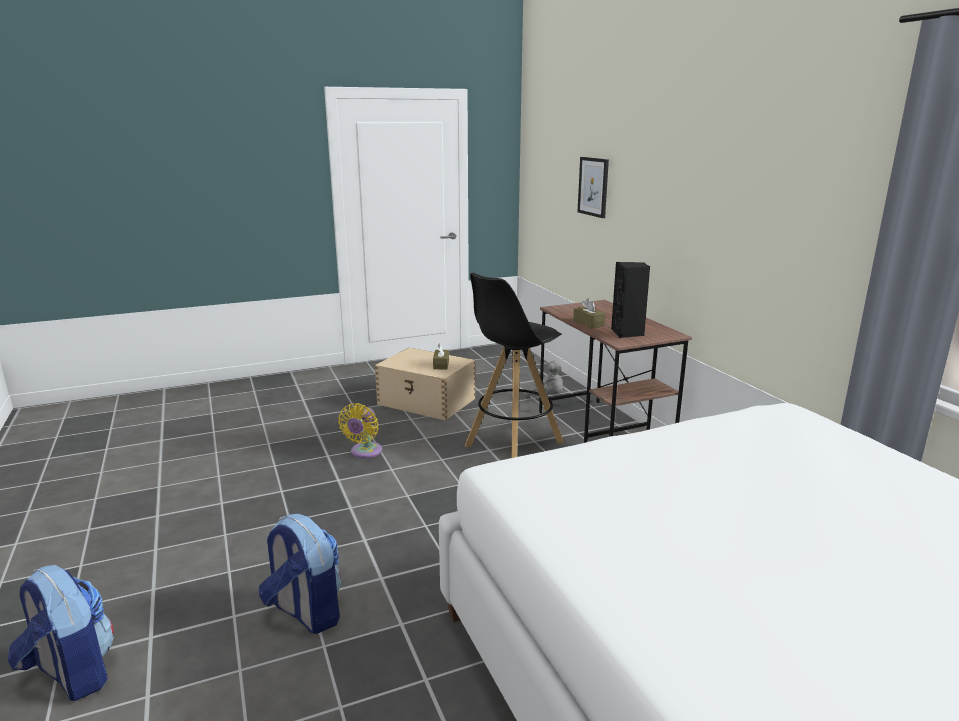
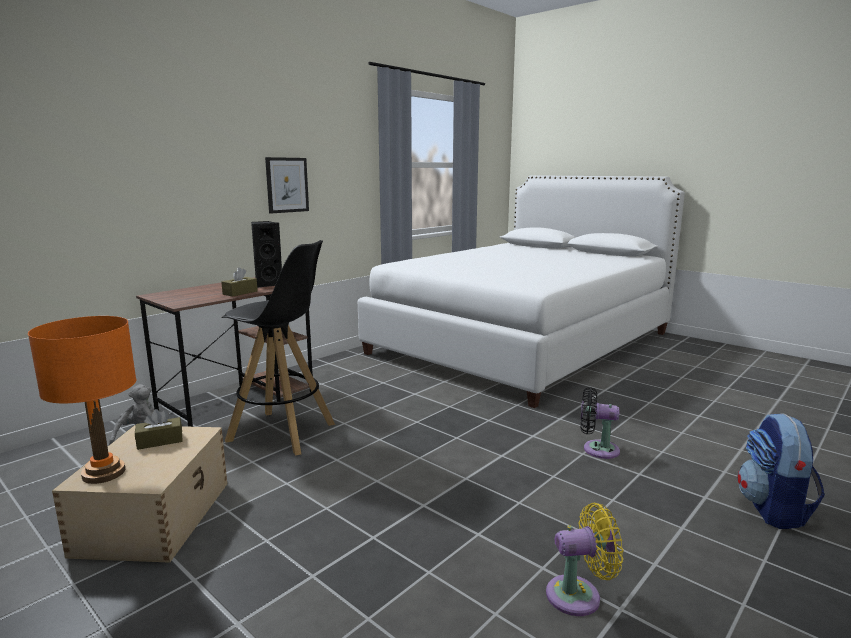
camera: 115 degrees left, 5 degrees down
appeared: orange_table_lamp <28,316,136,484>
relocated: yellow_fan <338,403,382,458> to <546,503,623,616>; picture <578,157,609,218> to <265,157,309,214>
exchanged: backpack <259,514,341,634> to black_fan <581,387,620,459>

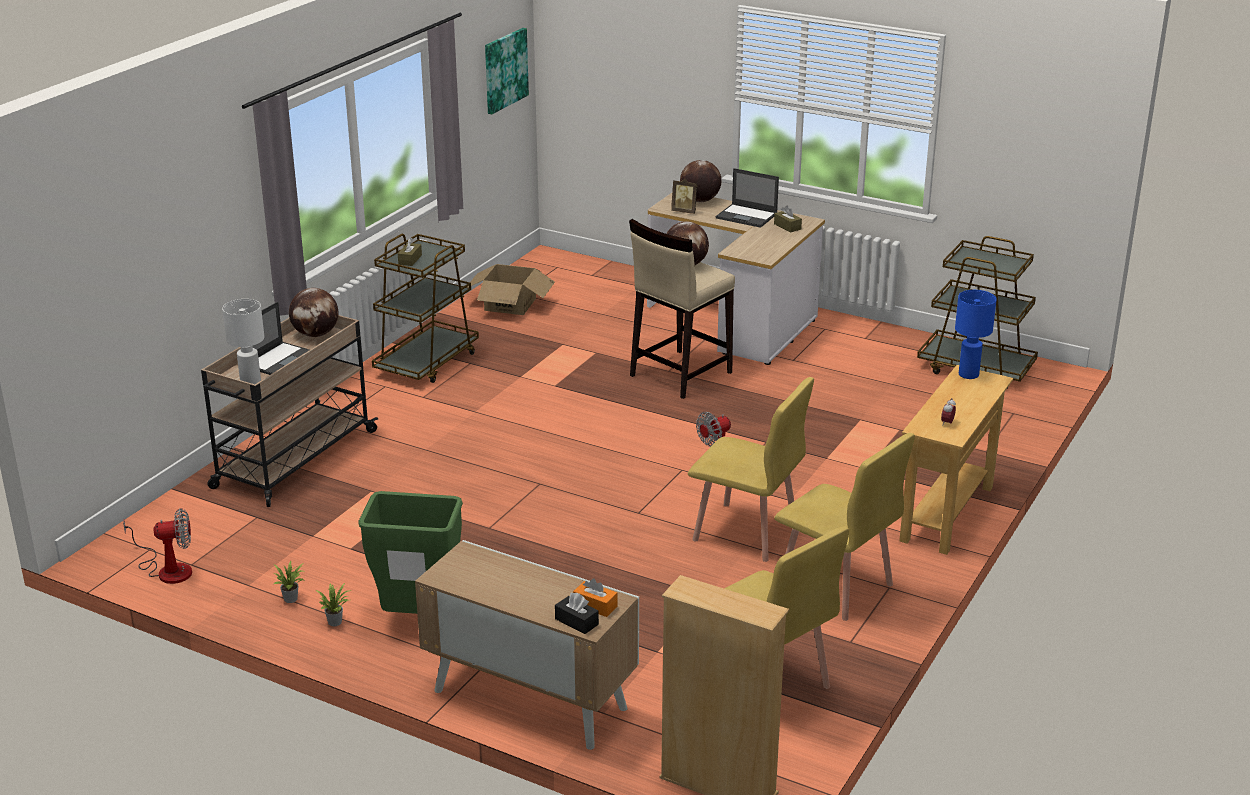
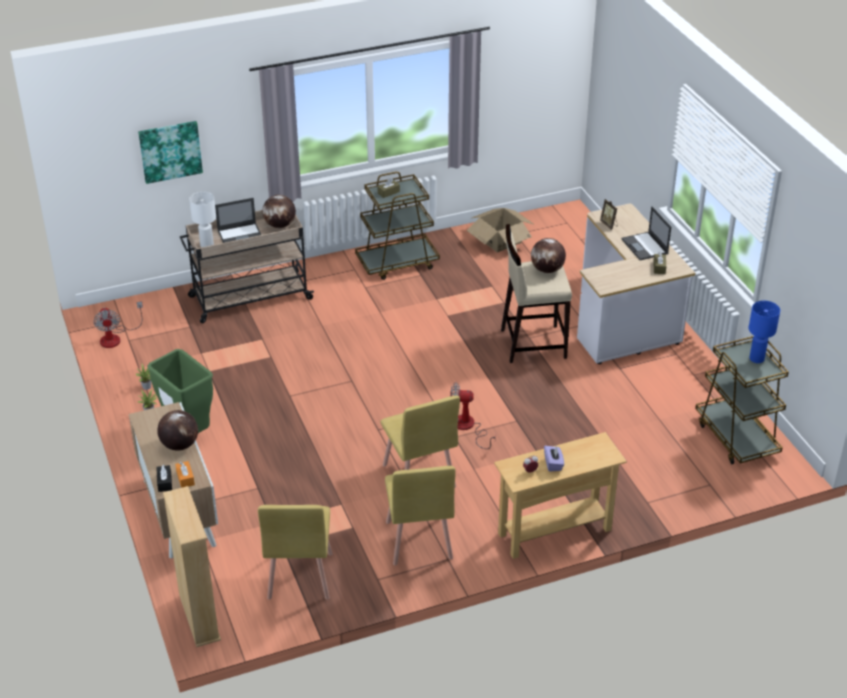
camera: 40 degrees right, 10 degrees up
appeared: purple_tissue_box <544,446,564,472>
relocated: picture <485,28,529,114> to <138,121,203,184>; globe <680,160,721,202> to <157,410,198,451>; blue_table_lamp <955,290,997,379> to <749,301,780,363>
spun: fan <123,508,192,584> = <94,301,143,348> 45 degrees clockwise

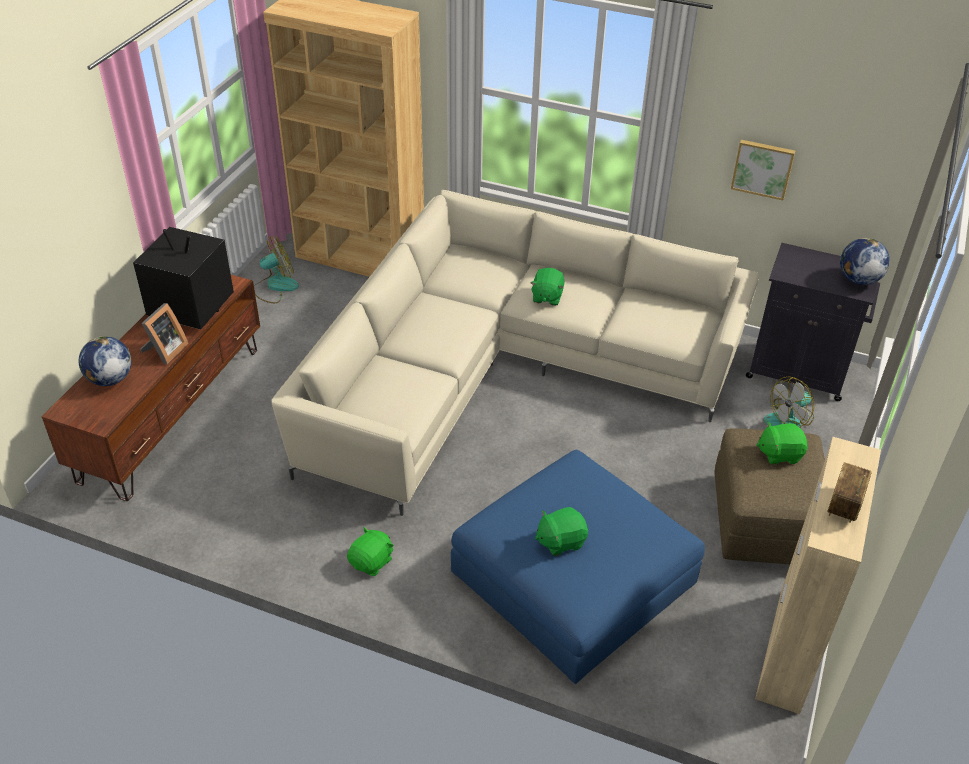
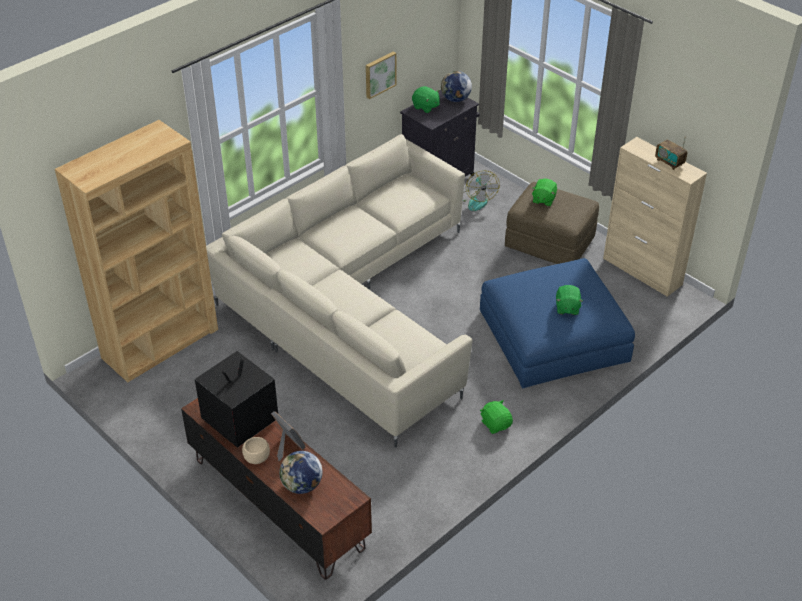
camera: 65 degrees left, 0 degrees up
missing: fan <254,236,299,303>
appeared: beige_bowl <242,437,270,464>
relocated: green_plush_toy <530,268,564,306> to <412,86,440,113>

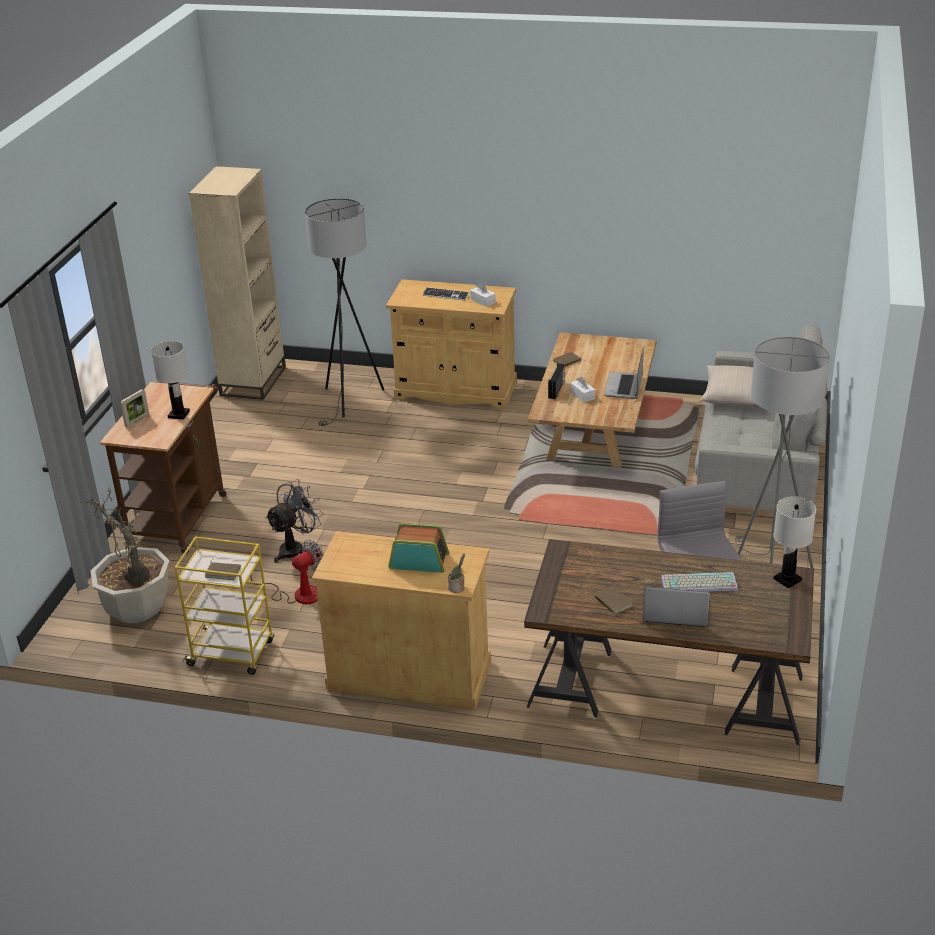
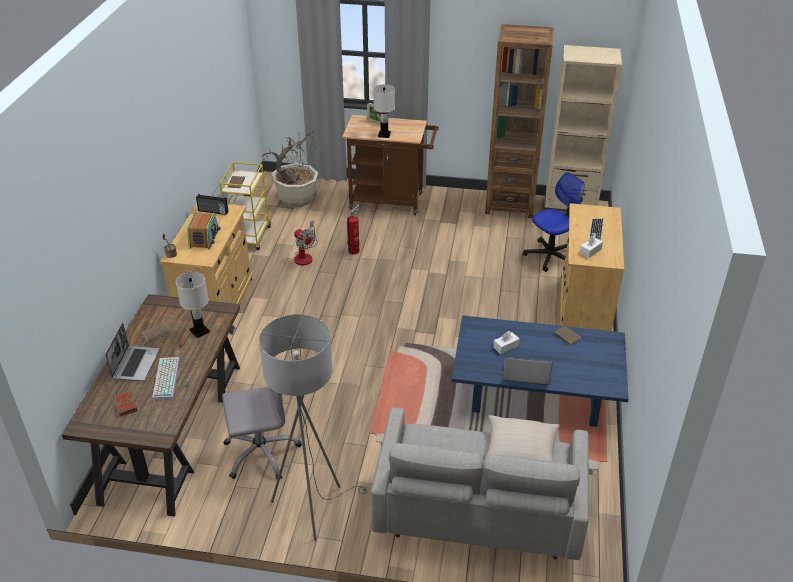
camera: 85 degrees right, 5 degrees up
appeared: brown_book <114,391,137,417>; brown_bookcase <485,24,554,218>
relocated: radio <548,363,565,399> to <196,194,228,215>; white_table_lamp <773,496,816,588> to <176,271,210,338>
exchanged: grey_fan <265,479,324,563> to fire_extinguisher <347,205,360,254>; grey_floor_lamp <305,198,384,426> to office_chair <523,172,585,272>
colour: beige_coffee_table <528,332,657,468> to blue_coffee_table <452,315,628,427>

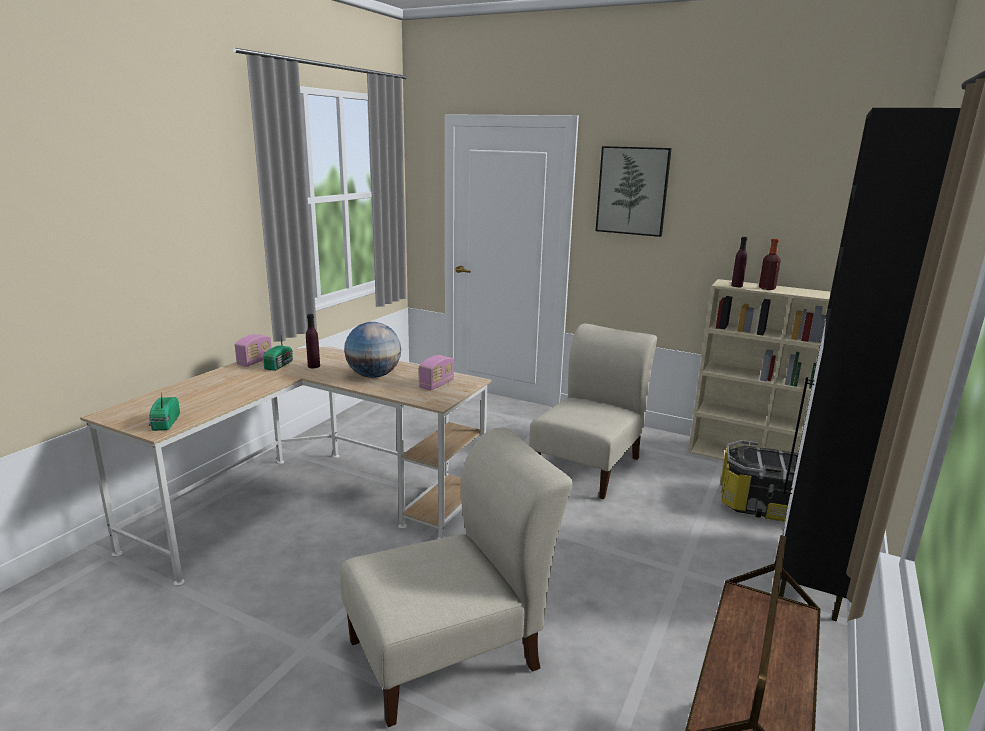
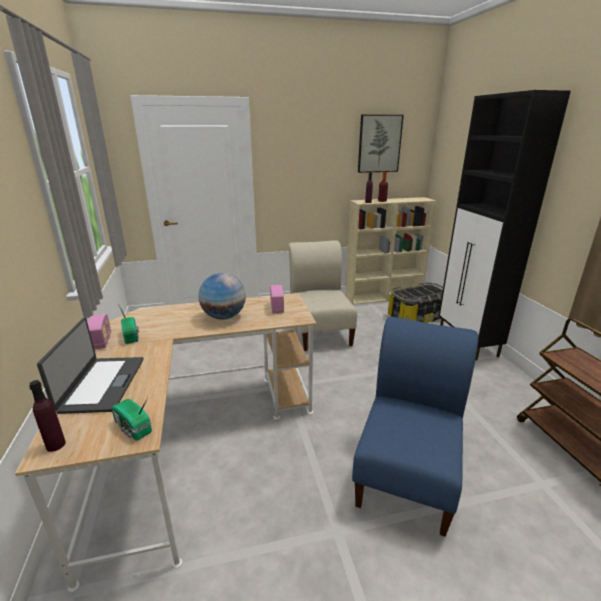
camera: 40 degrees left, 5 degrees up
appeared: laptop <37,317,144,414>
relocated: purple_bottle <306,314,320,368> to <29,380,66,452>; picture <596,146,672,237> to <358,114,404,173>
colour: beige_chair <340,427,573,727> to blue_chair <352,317,478,537>

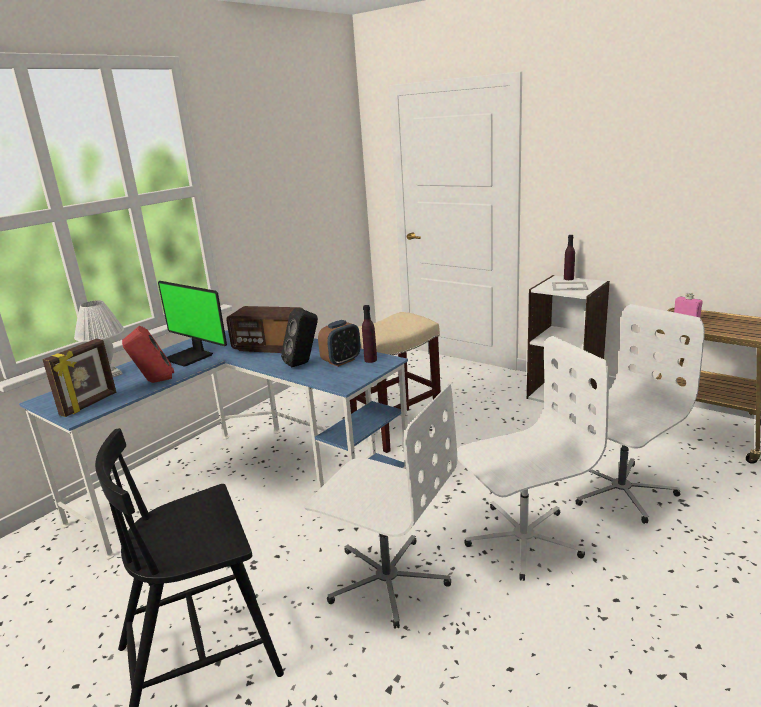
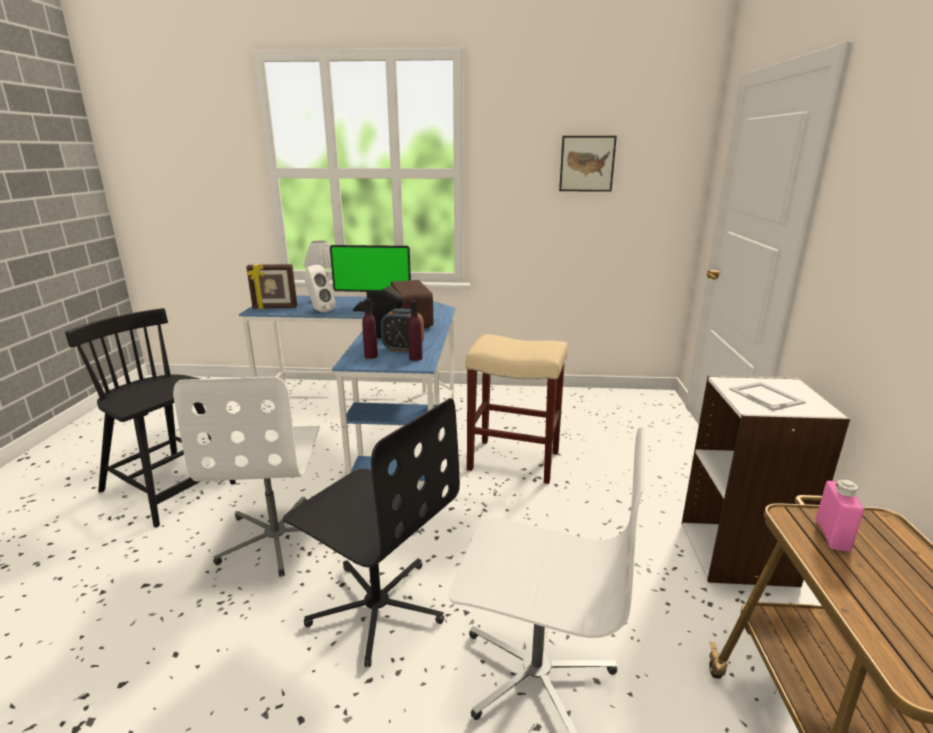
camera: 55 degrees right, 0 degrees up
appeared: picture <559,136,617,192>
relocated: purple_bottle <564,235,575,280> to <362,299,378,359>
colour: red_speaker <122,326,174,383> to white_speaker <303,265,336,312>; white_office_chair <457,336,609,581> to black_office_chair <283,398,460,667>
spun: monitor <158,281,227,367> = <330,245,411,311> 90 degrees counterclockwise

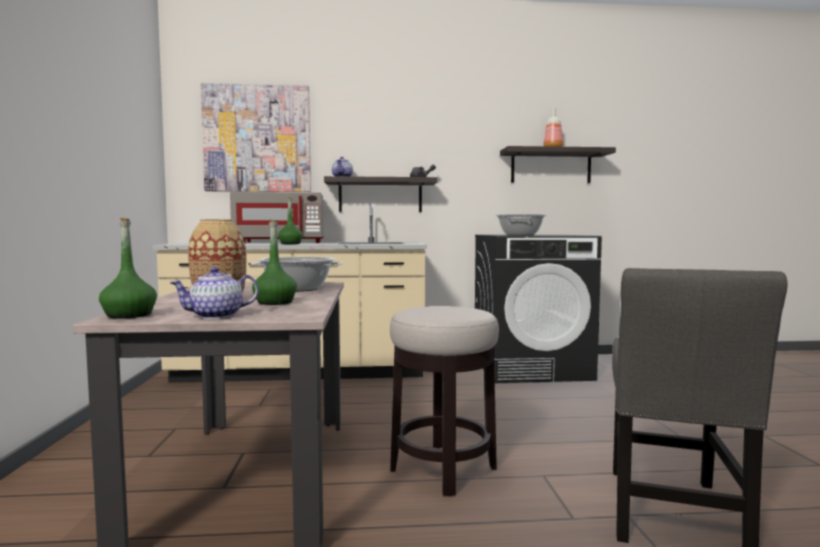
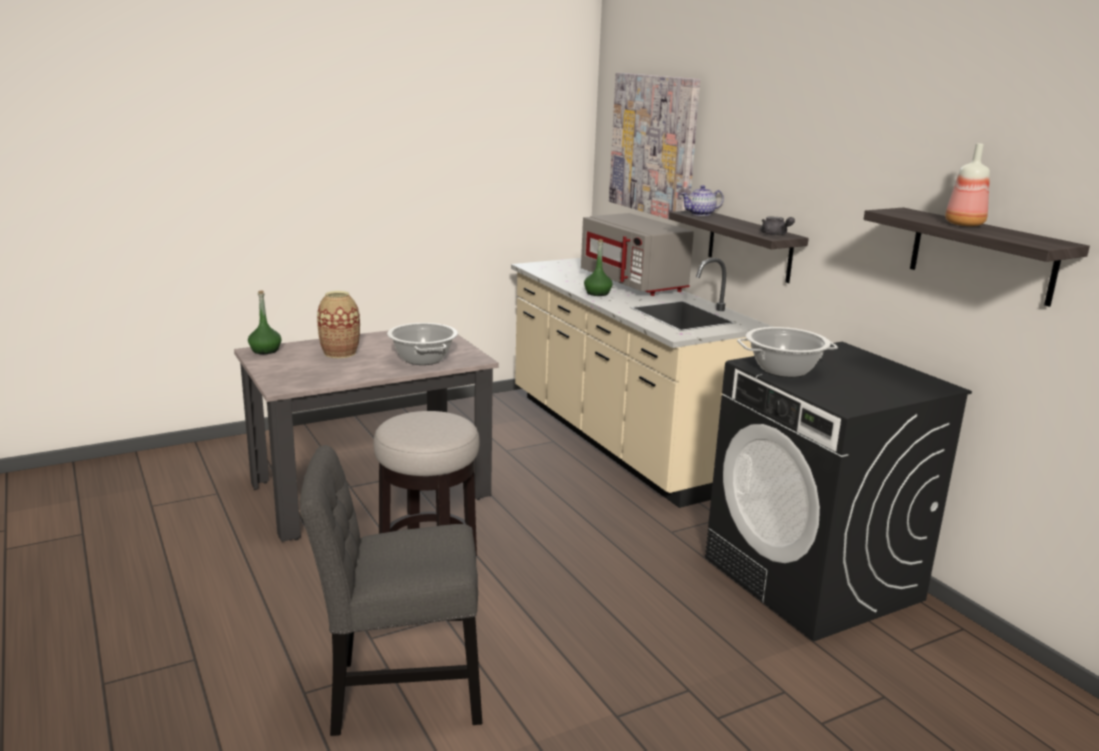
camera: 65 degrees right, 15 degrees up
missing: teapot <170,267,259,319>; green_bottle <252,219,297,305>

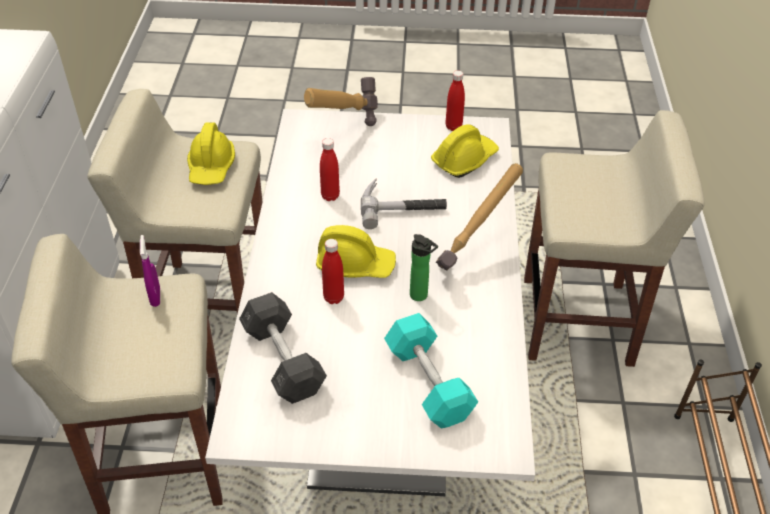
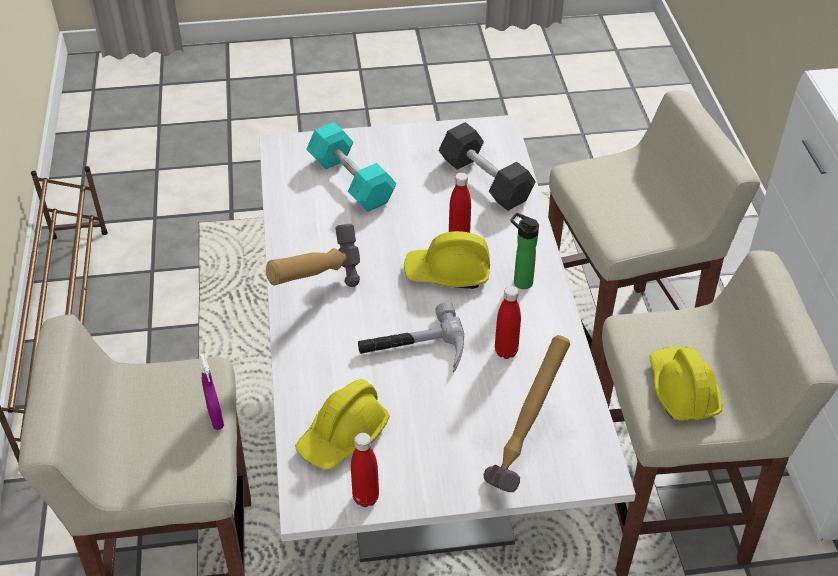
camera: 170 degrees right, 0 degrees up
relocated: purple_spray_bottle <140,235,160,307> to <199,353,224,430>; bottle <410,234,438,301> to <511,213,539,289>

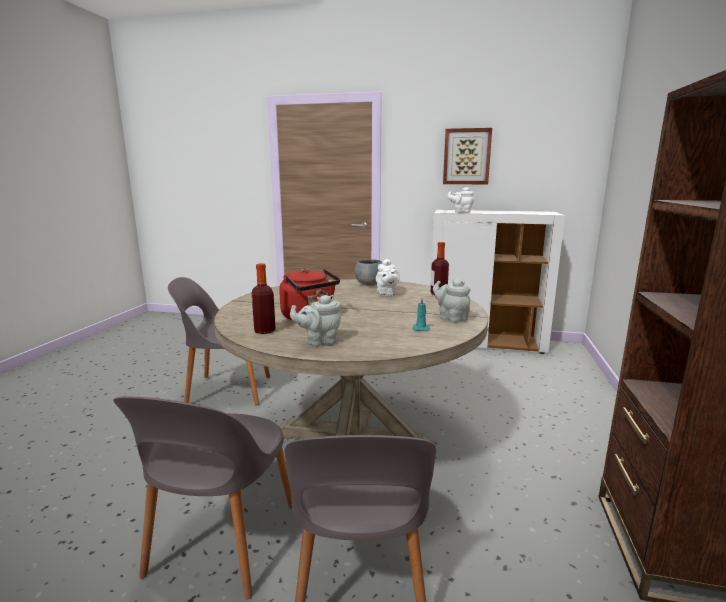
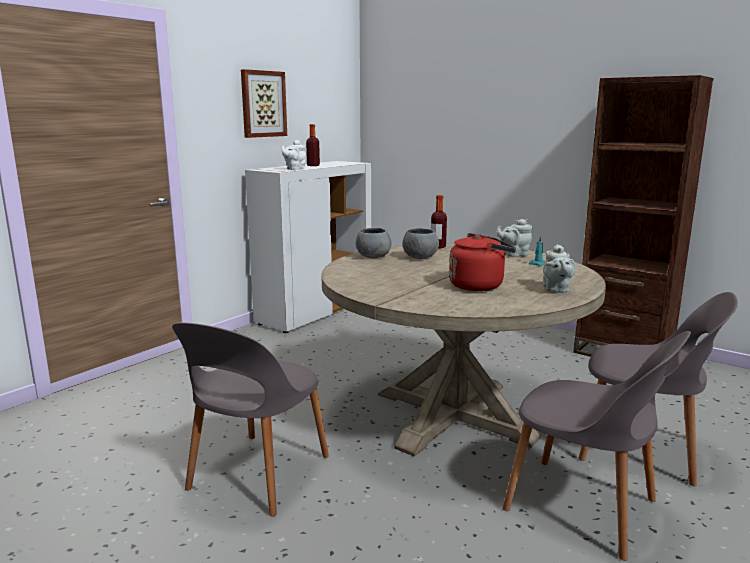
camera: 65 degrees left, 0 degrees up
relocated: bottle <252,263,276,334> to <306,124,320,166>
exchanged: white_teapot <376,259,400,296> to grey_bowl <403,228,439,259>

